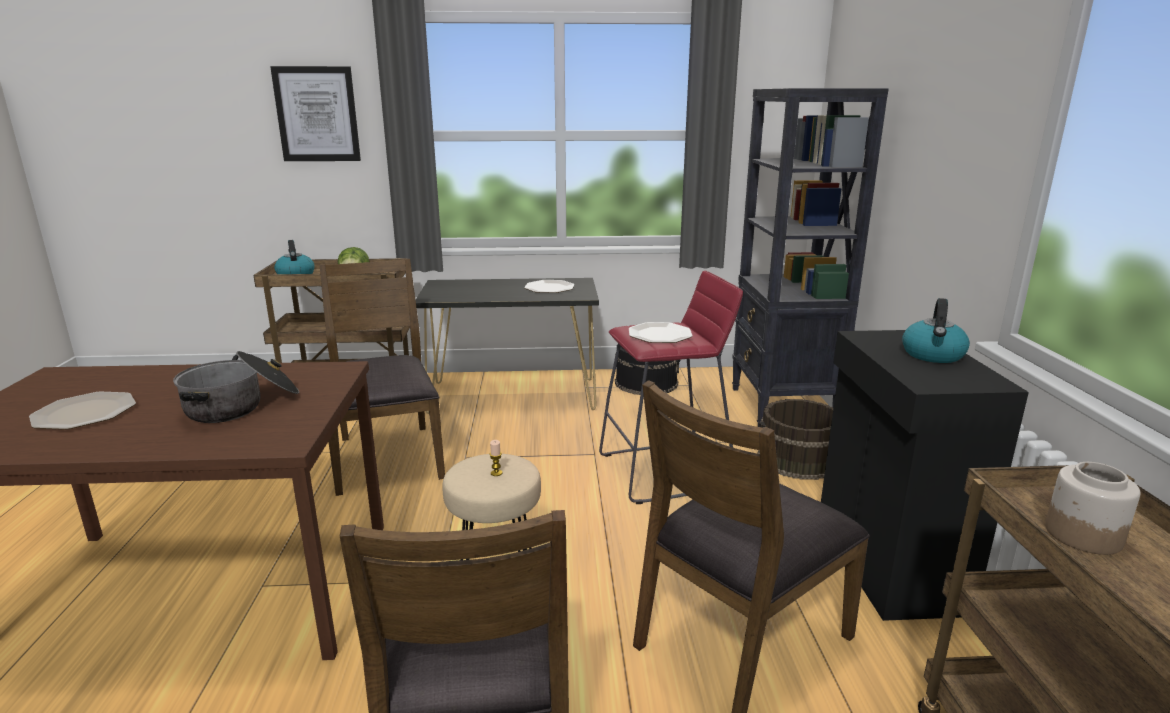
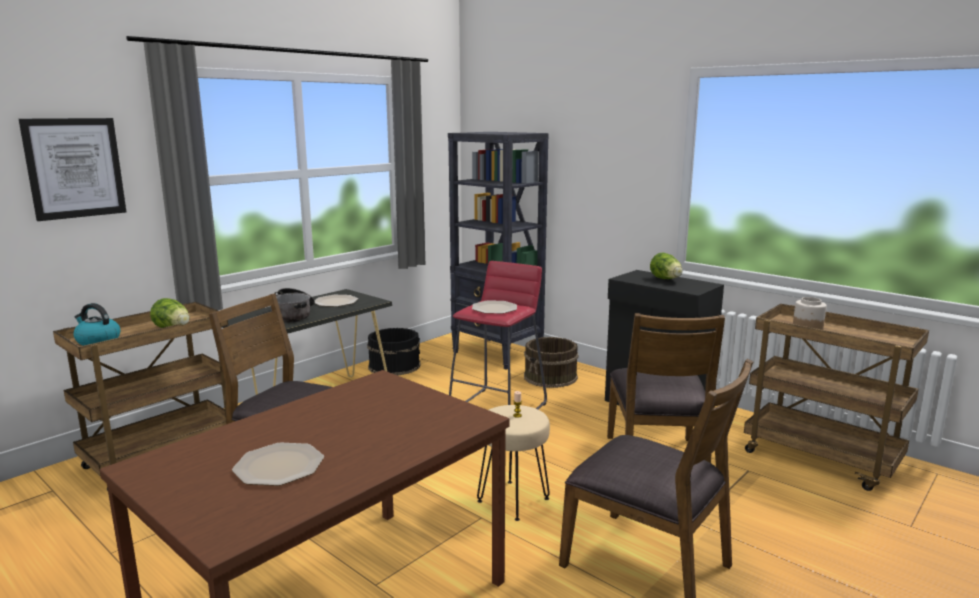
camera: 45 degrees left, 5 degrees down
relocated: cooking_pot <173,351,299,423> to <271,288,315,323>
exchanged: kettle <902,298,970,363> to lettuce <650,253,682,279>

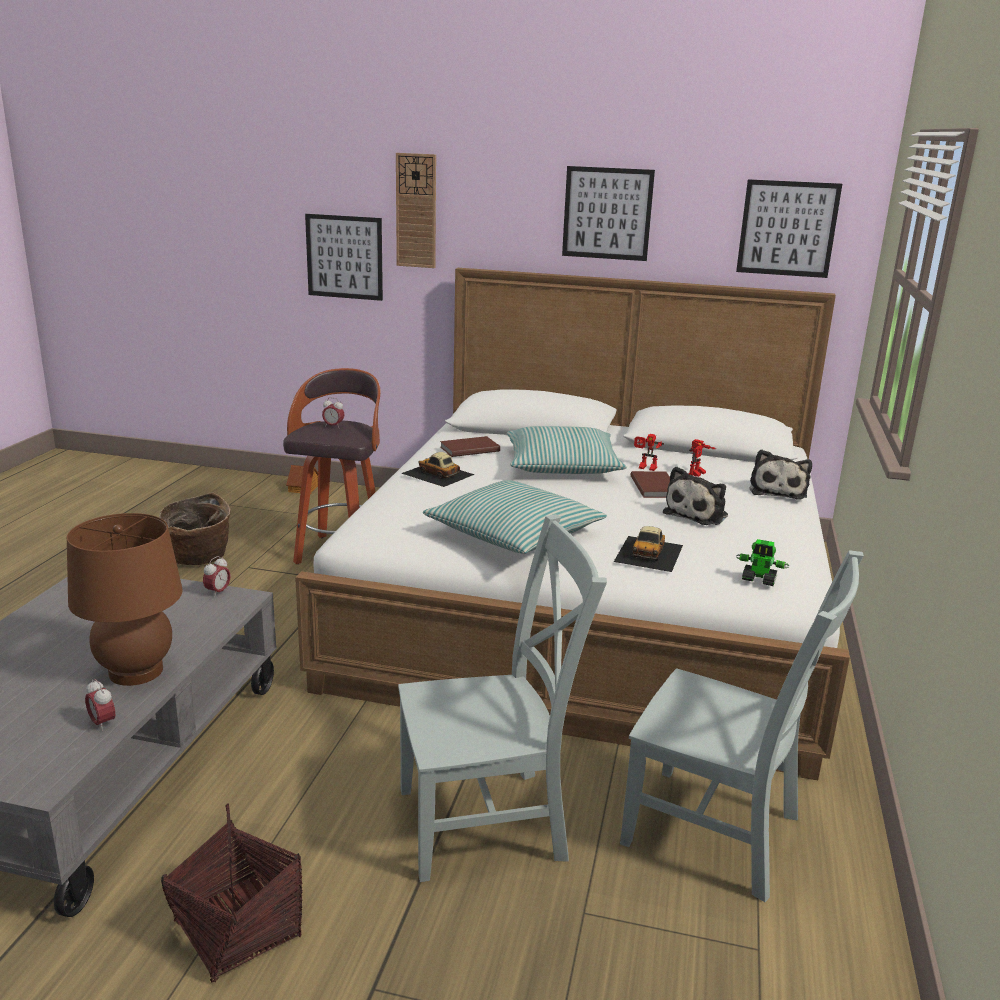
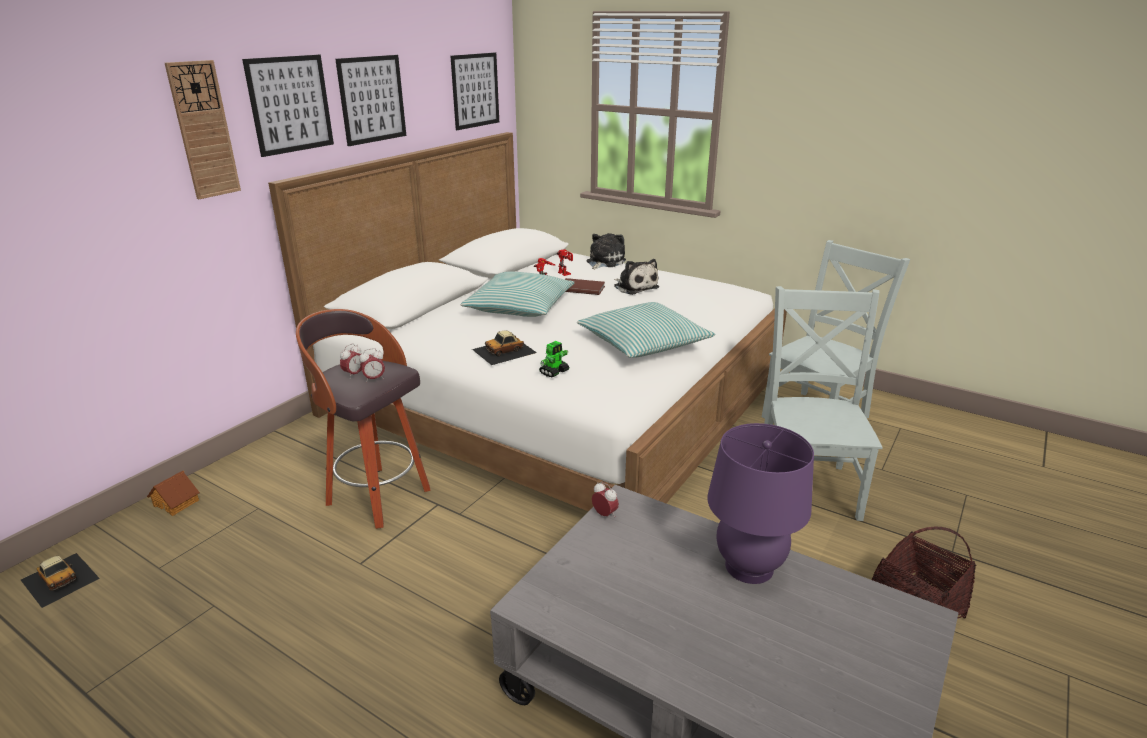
camera: 70 degrees left, 5 degrees up
missing: basket <159,492,231,565>; brown_book <440,436,500,457>
relocated: alarm_clock <85,679,115,732> to <359,348,385,380>; picture <305,214,383,301> to <242,55,334,157>; toy_car <614,526,683,572> to <21,553,100,608>; toy_robot <736,539,789,586> to <539,341,570,377>
colour: brown_table_lamp <67,513,183,686> to purple_table_lamp <707,423,814,584>
spun: plush_toy <749,449,812,499> = <587,233,626,270> 90 degrees counterclockwise

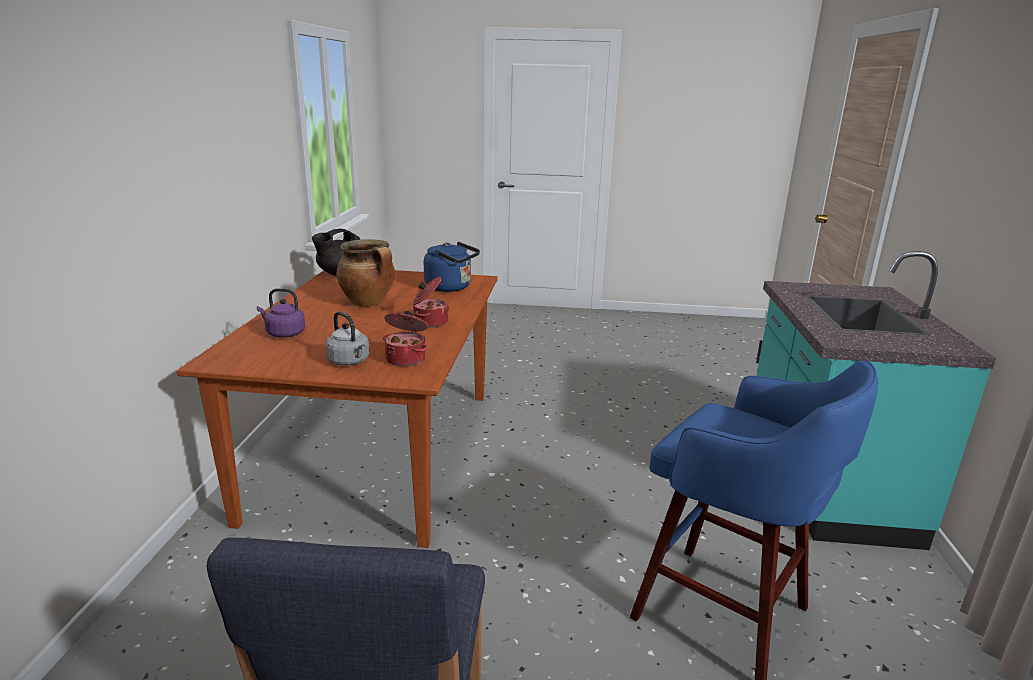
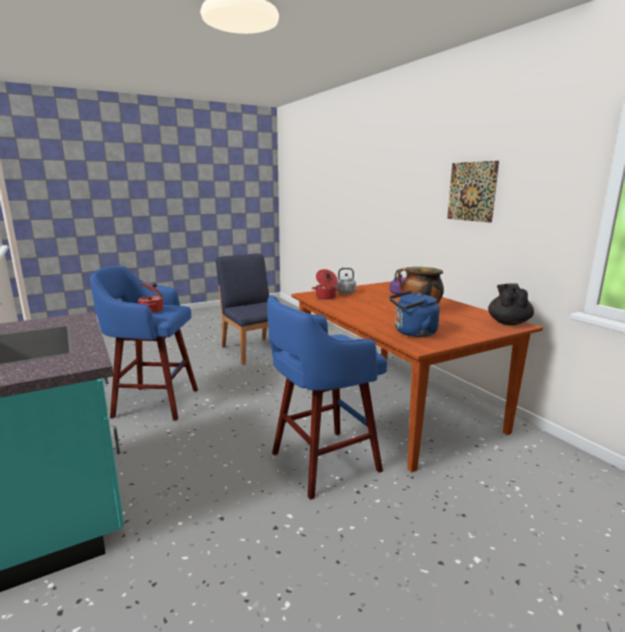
camera: 145 degrees right, 5 degrees down
appeared: blue_stool <267,295,387,500>; picture <447,161,499,223>
relocated: cooking_pot <413,277,449,328> to <138,282,163,313>

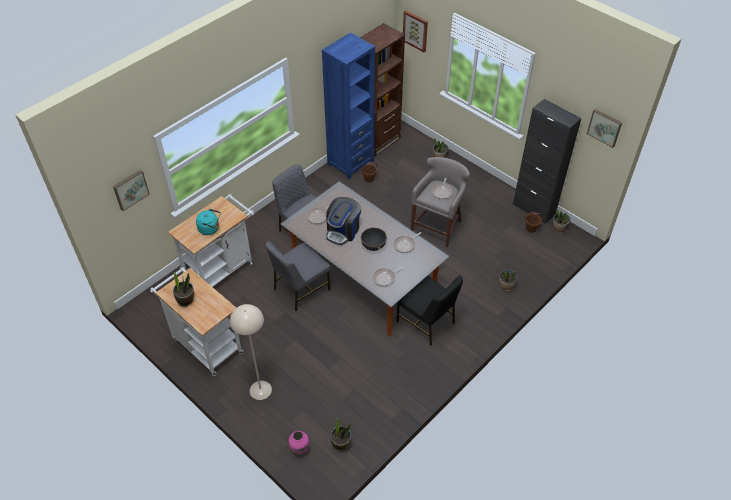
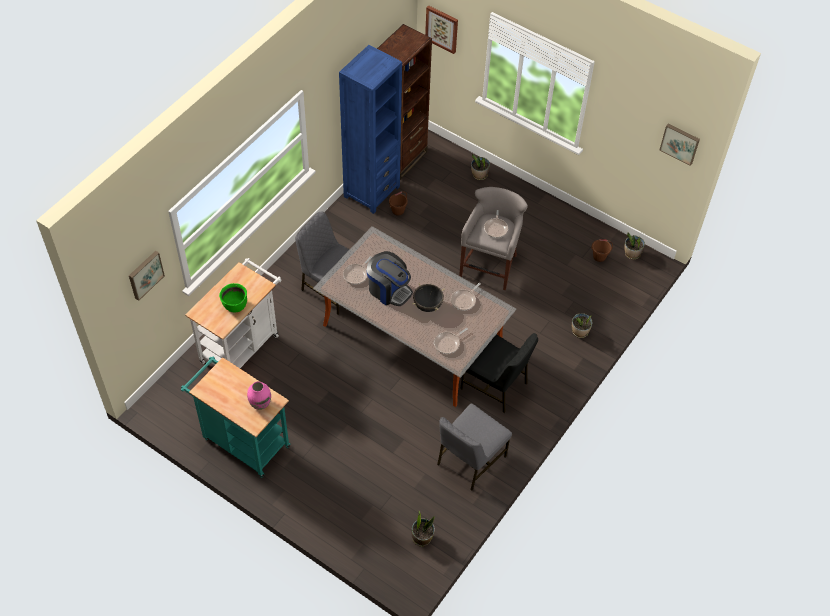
camera: 10 degrees left, 5 degrees up
missing: potted_plant <173,272,194,307>; beige_floor_lamp <230,304,272,400>; black_cabinet <513,99,581,224>
relocated: grey_chair <266,241,331,311> to <437,404,512,491>; pink_vase <288,431,309,455> to <247,381,271,410>
exchanged: turquoise_kettle <196,209,221,235> to green_cooking_pot <219,283,247,312>
colour: white_cart <150,267,244,376> to turquoise_cart <181,357,290,478>
spun: coffee_machine <326,197,361,245> = <367,251,413,306> 75 degrees counterclockwise

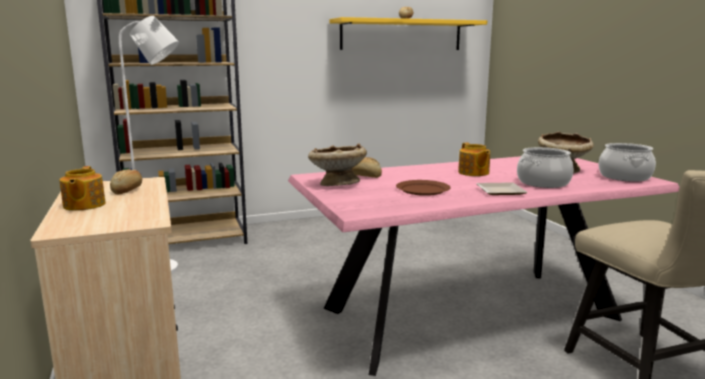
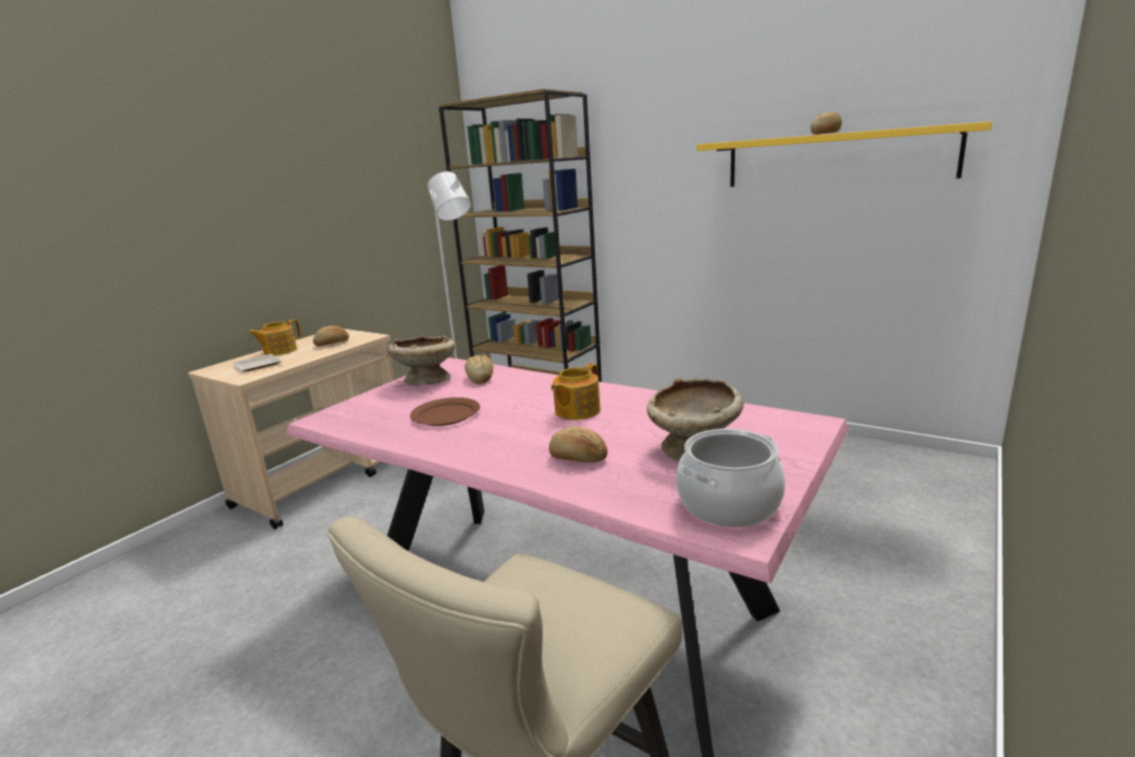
camera: 55 degrees right, 5 degrees up
relocated: plate <476,182,528,195> to <233,354,282,371>
exchanged: cooking_pot <517,147,573,188> to bread <549,426,607,463>

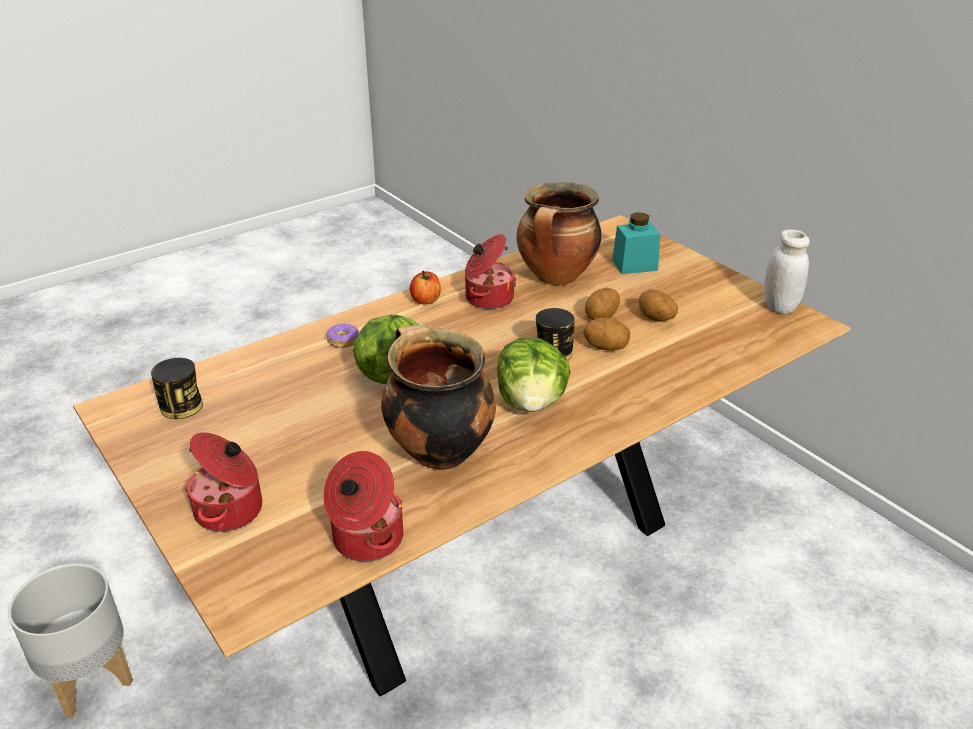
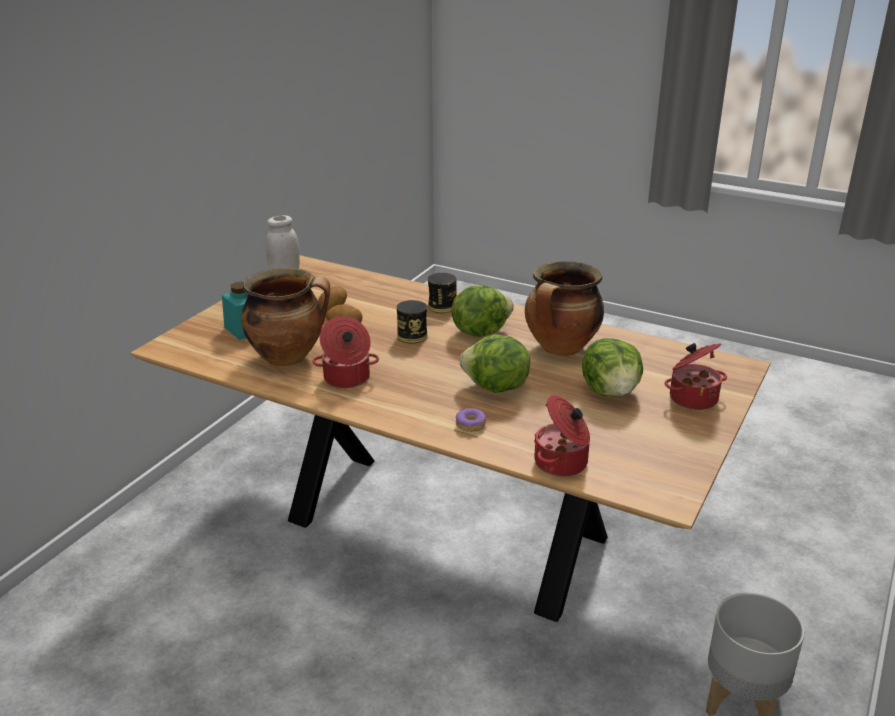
camera: 115 degrees left, 5 degrees down
missing: apple <410,271,441,305>; potato <583,317,630,350>
appeared: lettuce <582,338,643,397>
relocated: can <151,358,203,419> to <428,273,457,313>; cooking_pot <323,451,403,562> to <534,395,590,477>

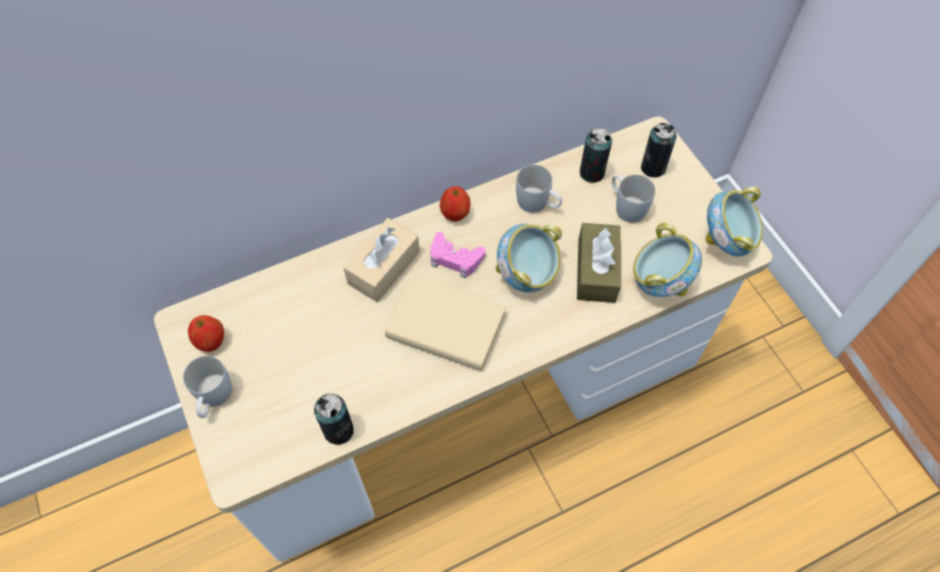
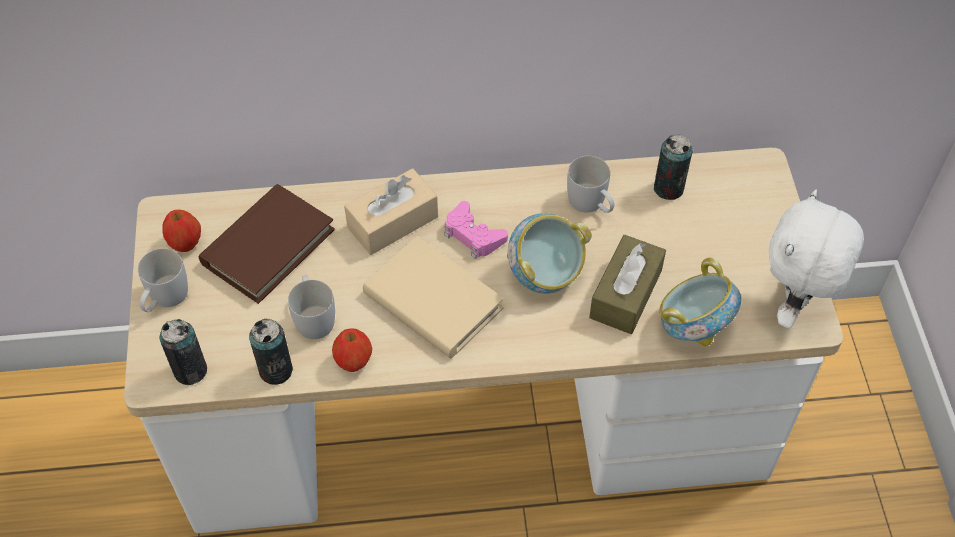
camera: 20 degrees right, 5 degrees down
appeared: brown_book <199,184,335,304>
relocated: apple <440,186,470,221> to <332,328,372,372>; white_mug <612,174,656,223> to <288,275,335,339>; can <641,123,677,177> to <160,319,207,385>
exchanged: bowl <706,187,763,257> to white_plush_toy <769,190,864,328>

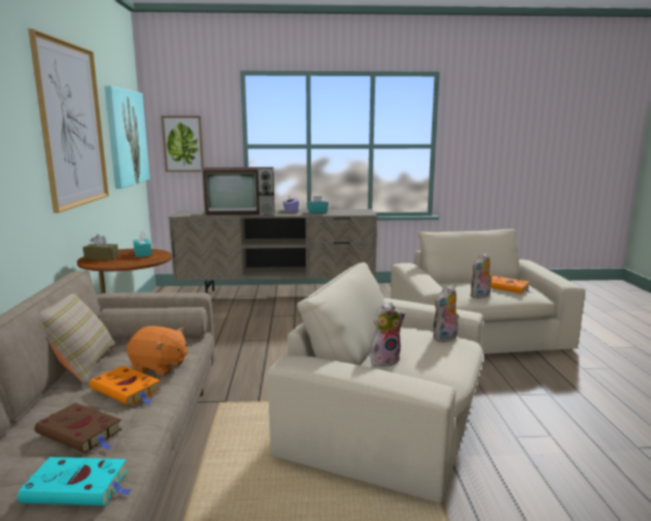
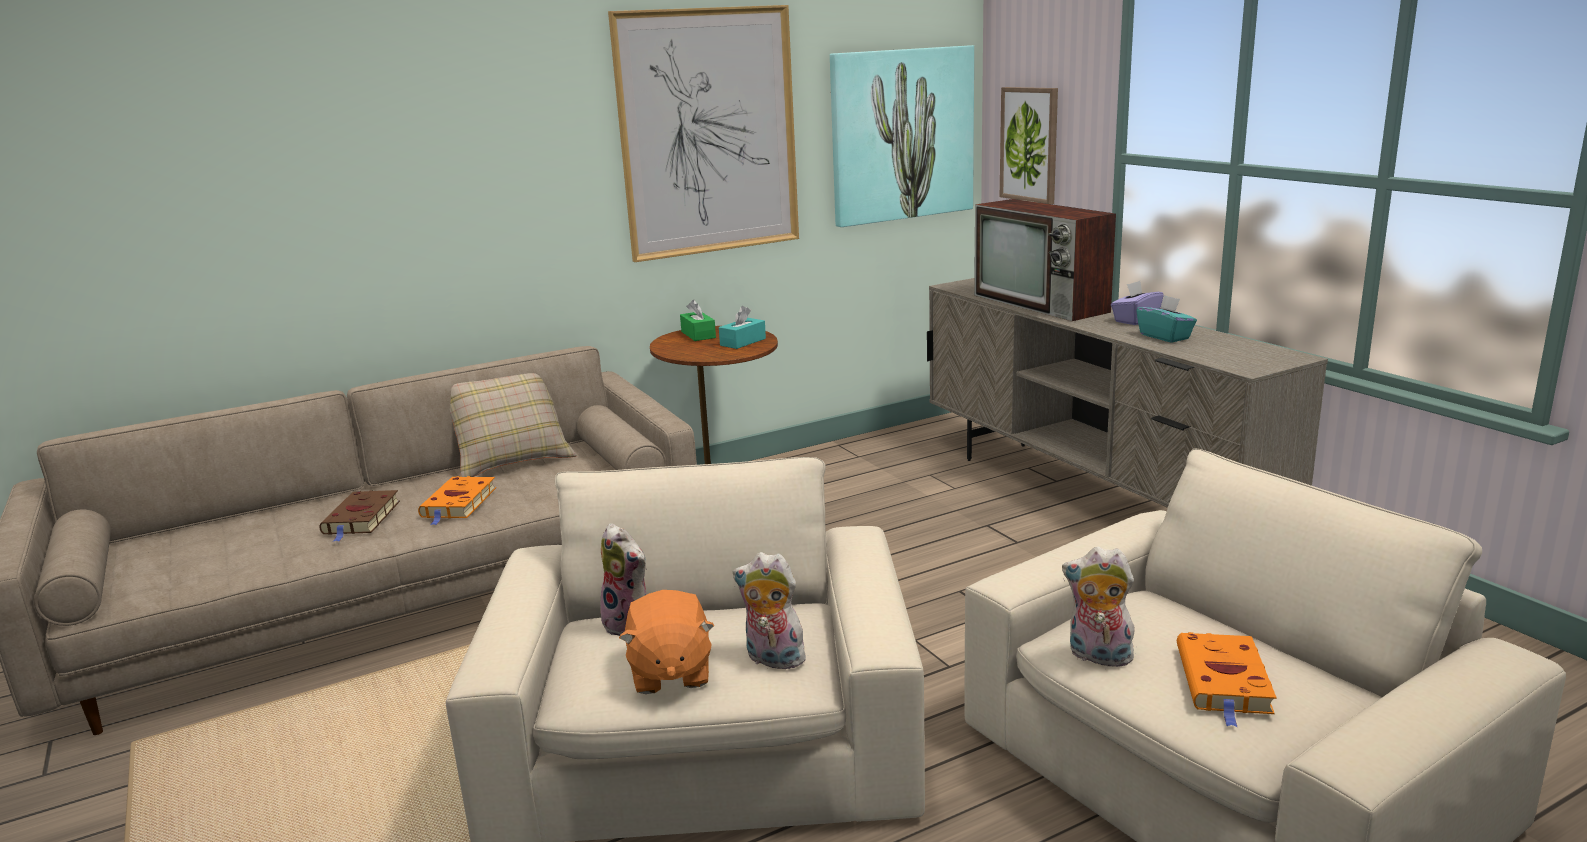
camera: 65 degrees right, 5 degrees up
missing: turquoise_book <18,457,132,506>
relocated: orange_plush_toy <127,326,187,376> to <619,590,715,694>
colour: brown_tissue_box <83,234,119,260> to green_tissue_box <680,300,716,341>

